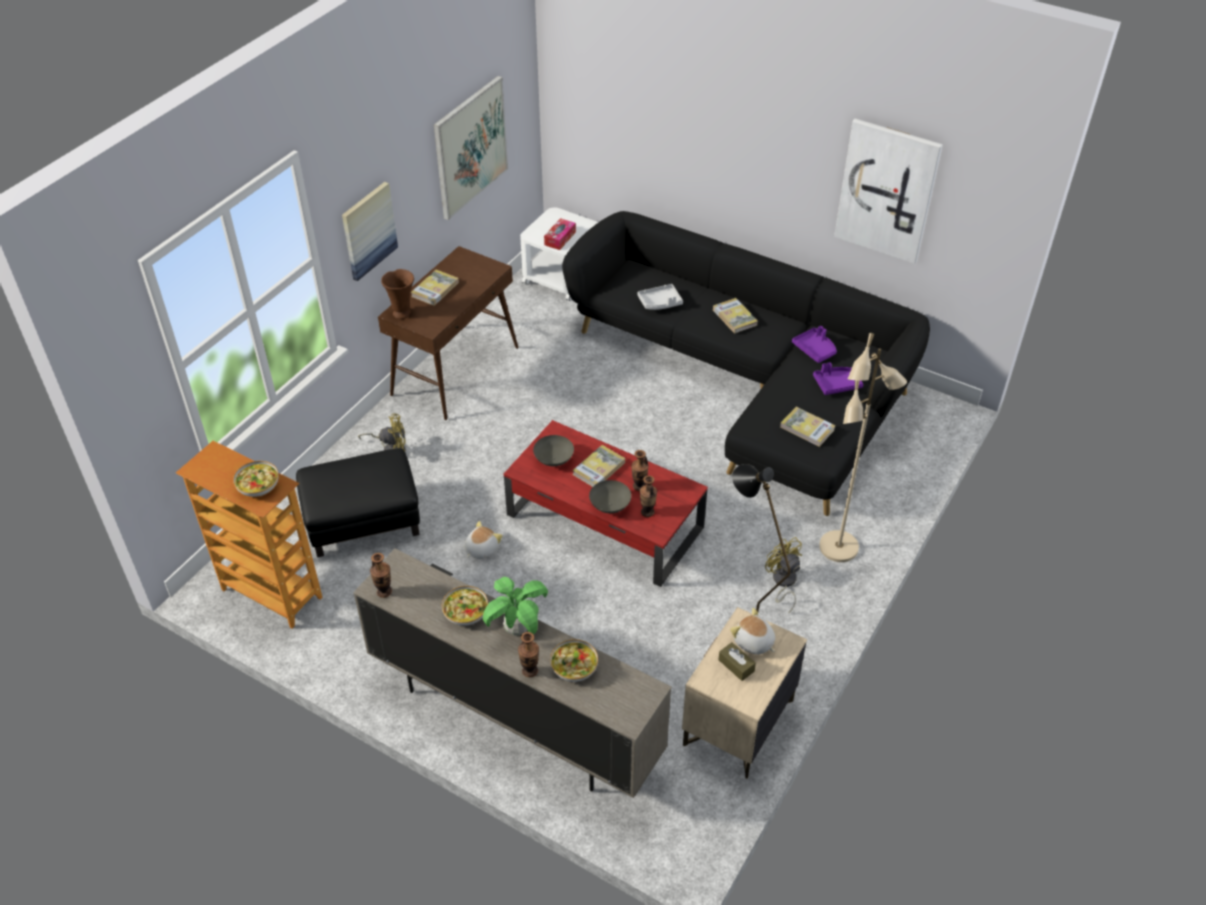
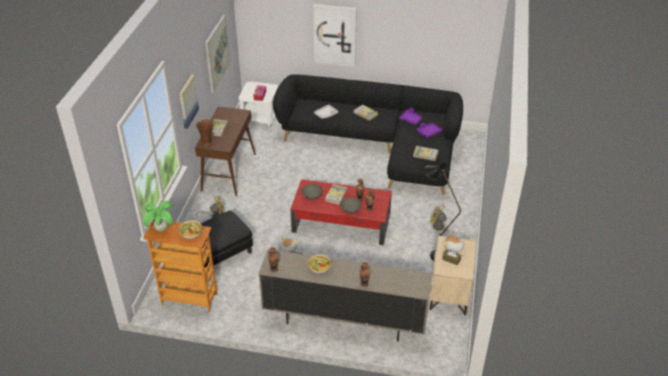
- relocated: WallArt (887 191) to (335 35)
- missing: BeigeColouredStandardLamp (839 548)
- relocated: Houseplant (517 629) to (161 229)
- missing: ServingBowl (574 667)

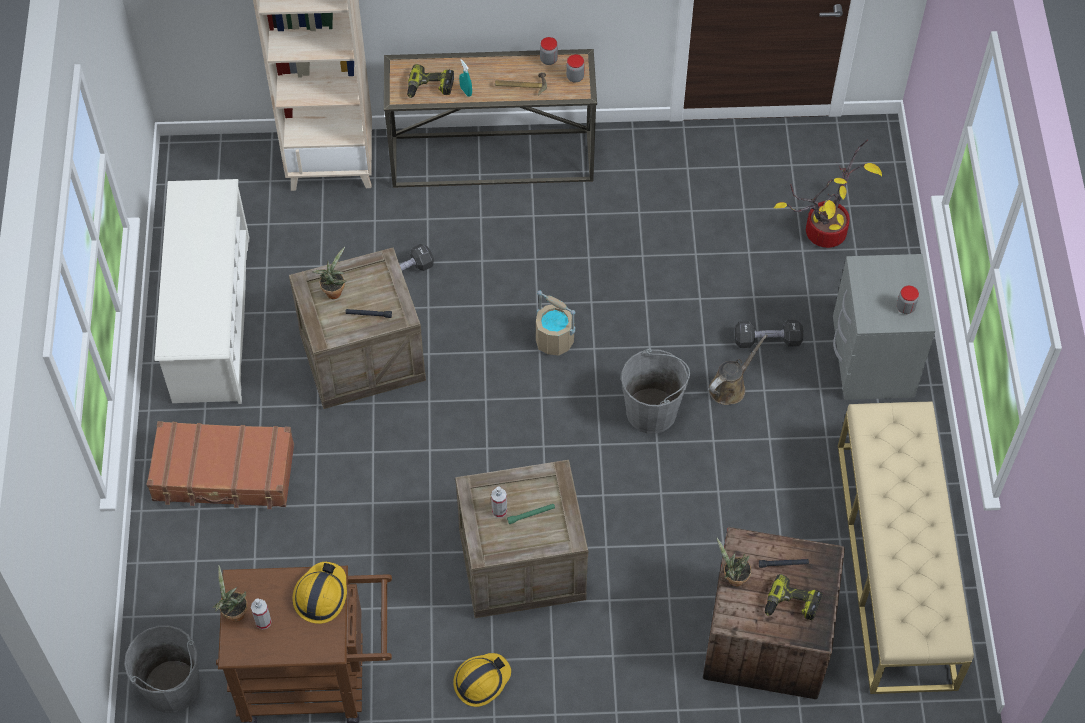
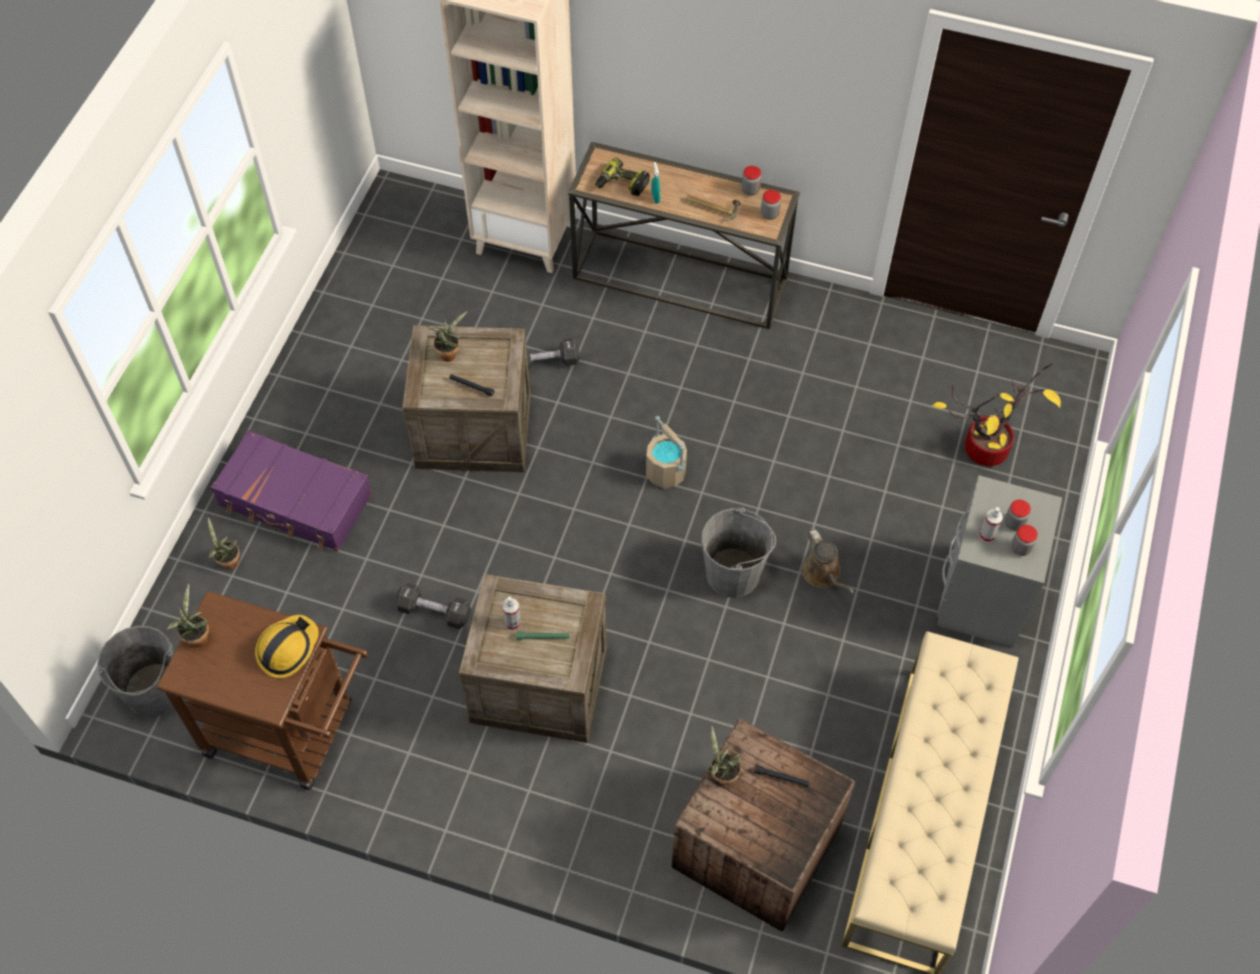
- missing: WhiteColouredShoeRack (211 319)
- relocated: BlackFreeWeight (767 340) to (434 612)
- spun: BrownWateringCan (730 387) = (823 574) 90 degrees clockwise
- colour: BrownPieceOfLuggage (224 474) to PurpleColouredPieceOfLuggage (295 501)
- missing: Drill (791 605)
- relocated: Sprayer (263 622) to (987 535)
- missing: SafetyHelmet (481 681)
- appeared: PreserveJar (1014 523)
- appeared: Houseplant (228 561)

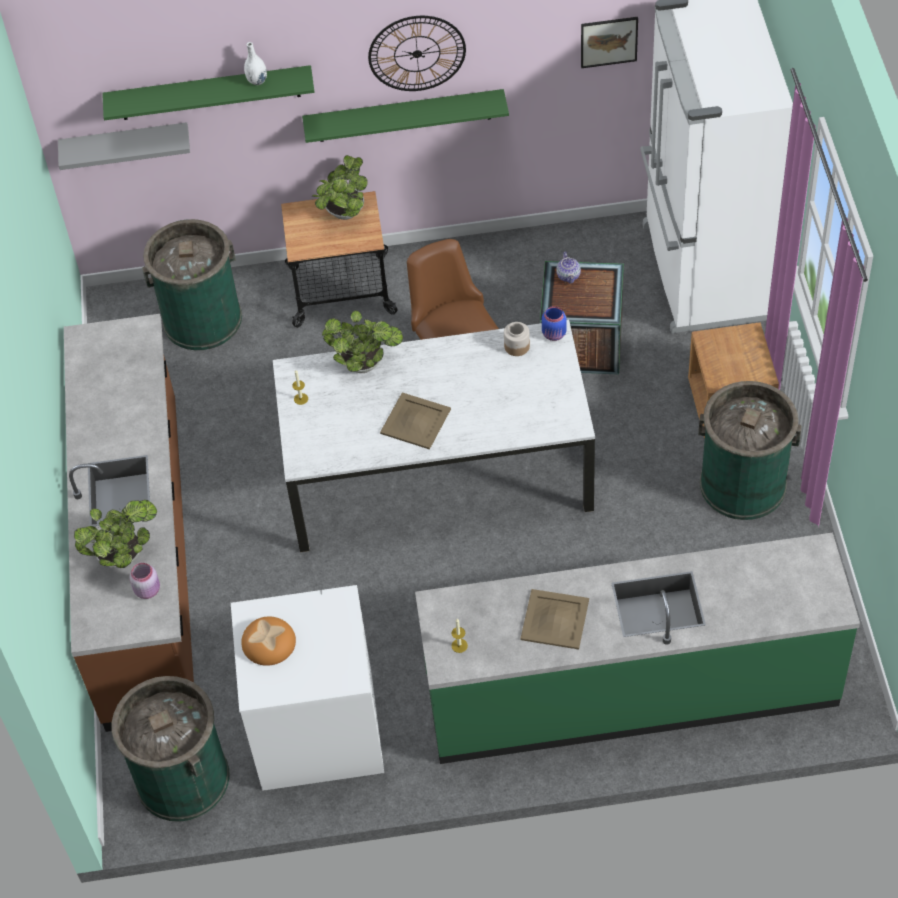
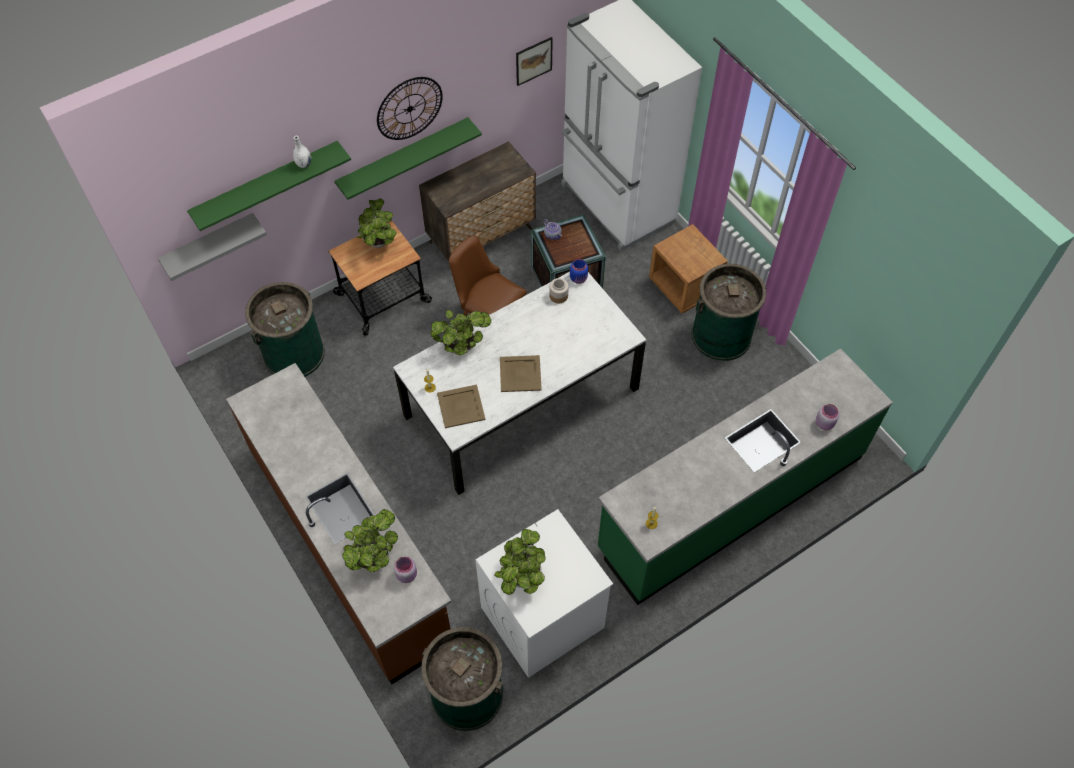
- relocated: BeigeColouredTray (554 620) to (460 407)
- exchanged: BakeryBread (269 643) to Houseplant (521 577)
- appeared: Dresser (482 236)
- appeared: PinkColouredPreserveJar (825 423)

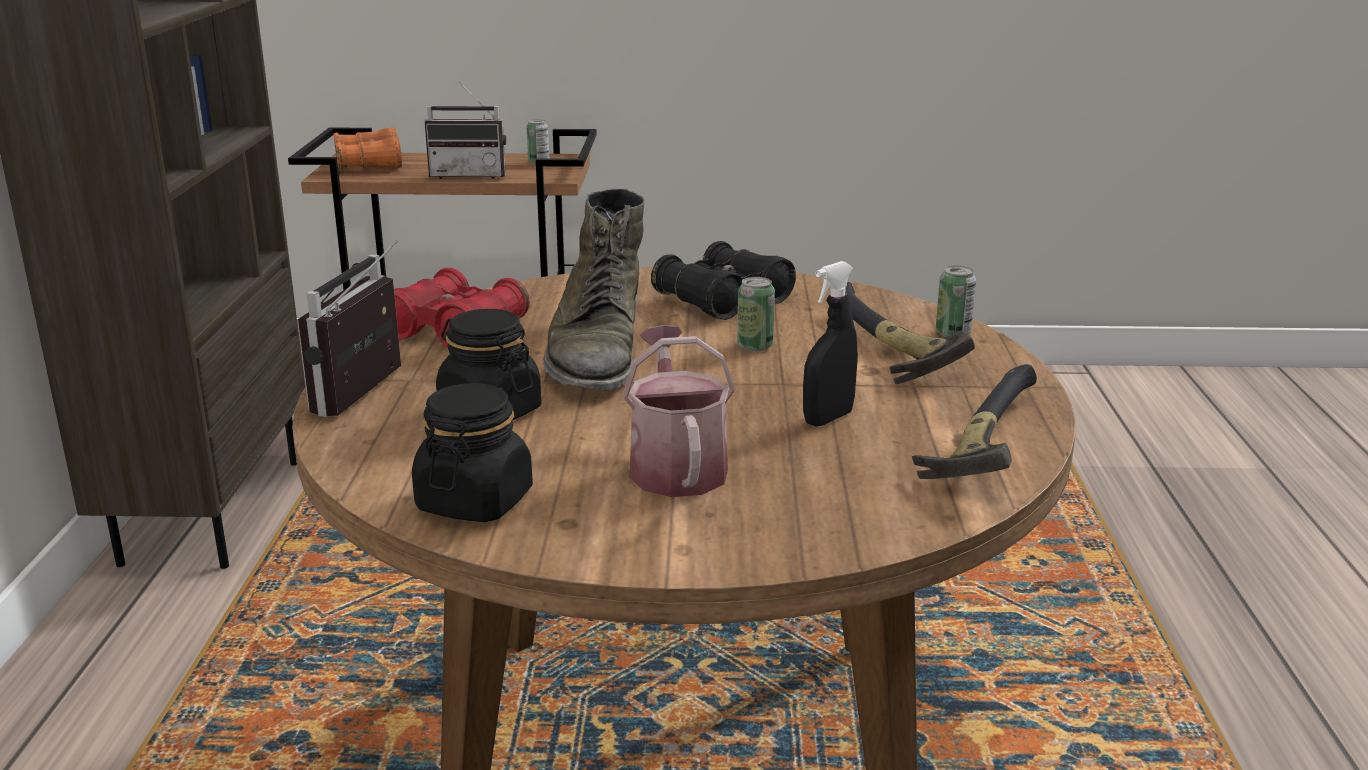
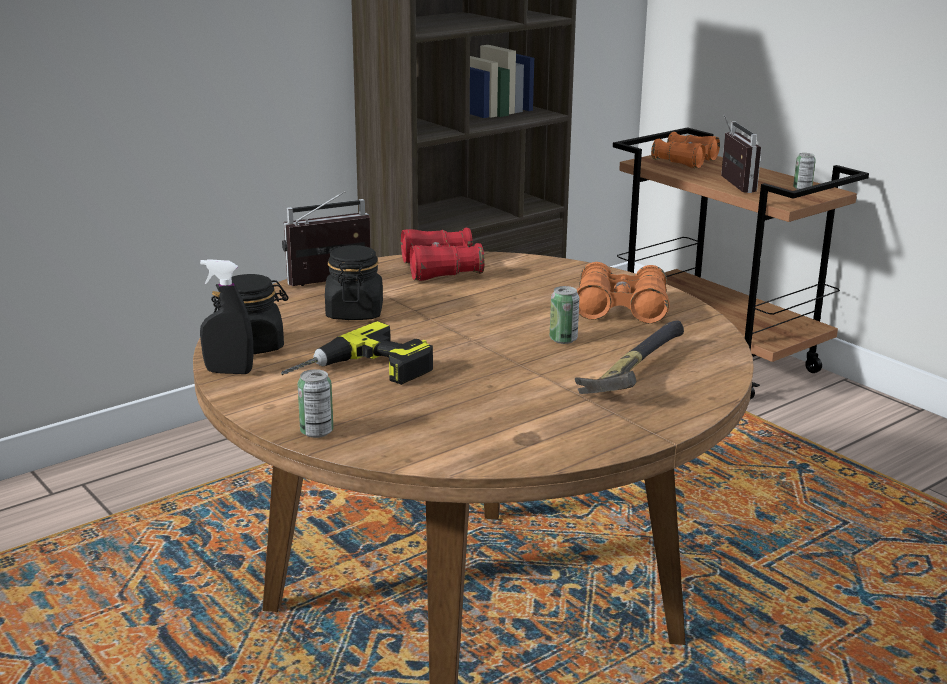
- spun: RadioSet (470 175) = (730 185) 150 degrees counterclockwise
- missing: GreenishBoot (596 353)
- colour: BlackBinoculars (723 300) to OrangeColouredBinoculars (621 308)
- relocated: BlackSprayer (828 418) to (229 372)
- relocated: Can (953 333) to (316 432)
- exchanged: WateringCan (676 465) to Drill (361 373)
- missing: ToolHammer (980 445)

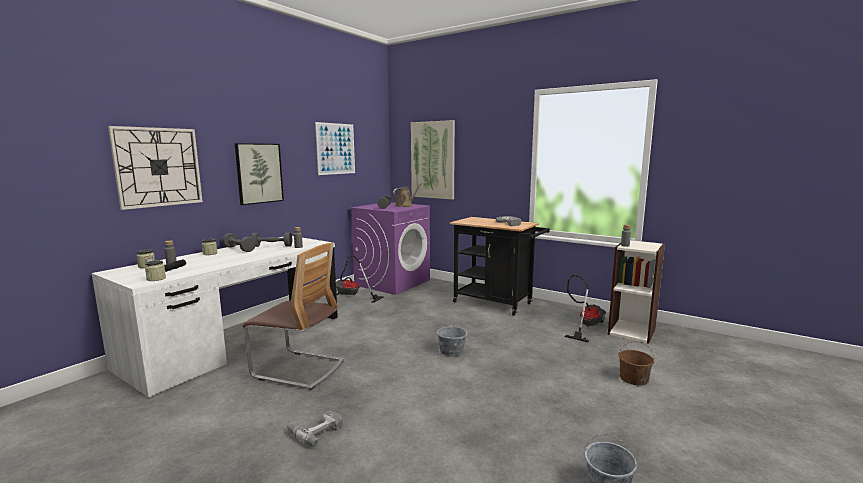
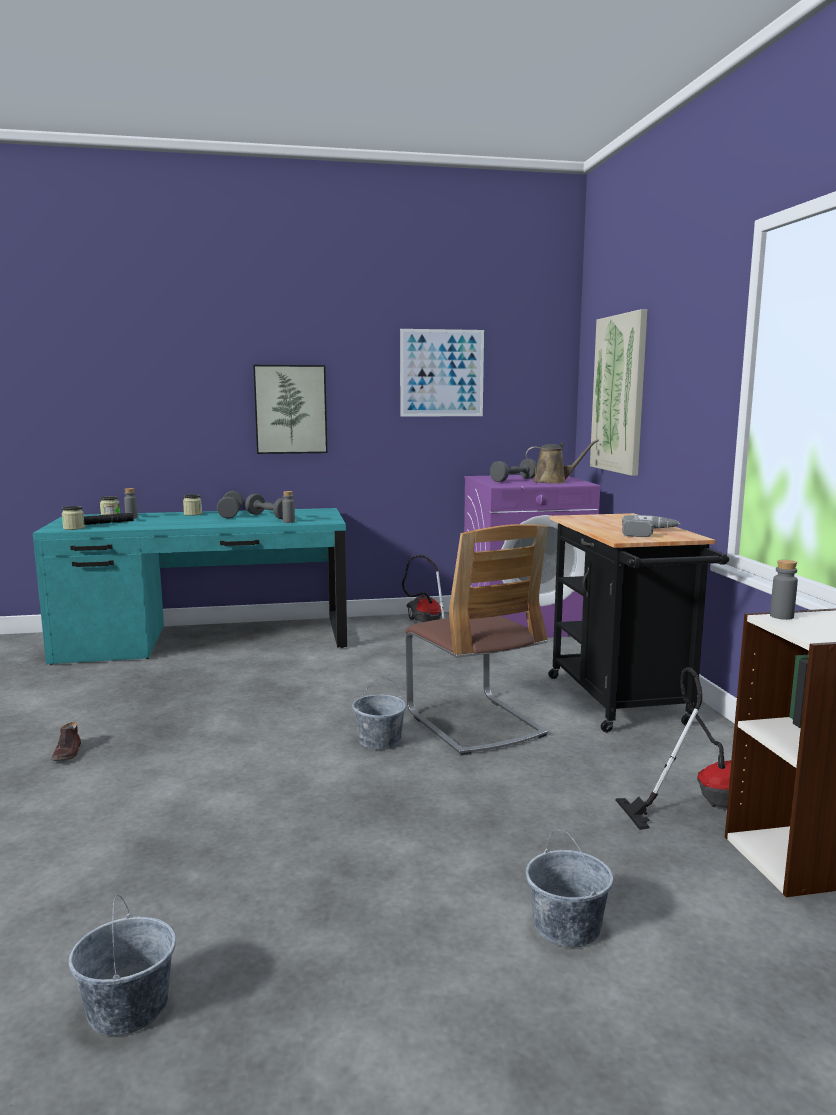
- missing: ClockOnTheWall (158 167)
- colour: WhiteColouredDeskTable (238 341) to BlueGreenDeskTable (206 639)
- relocated: PlainChair (298 369) to (474 723)
- colour: BrownPail (634 379) to GreyPail (567 927)
- exchanged: Drill (314 431) to BrownLowShoe (67 753)

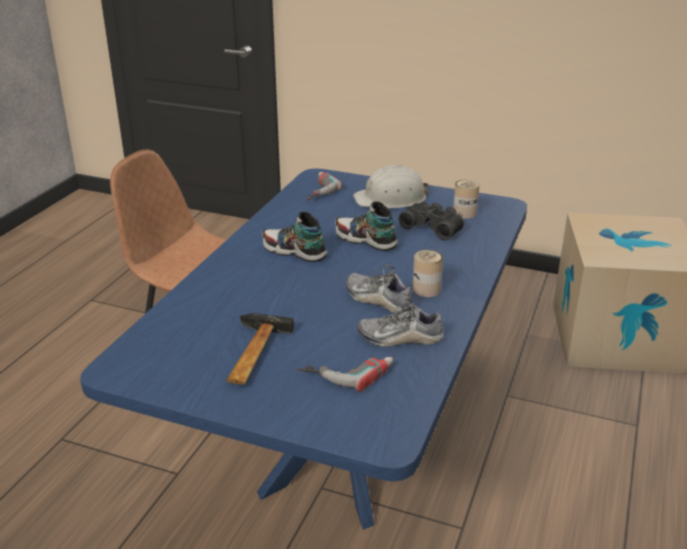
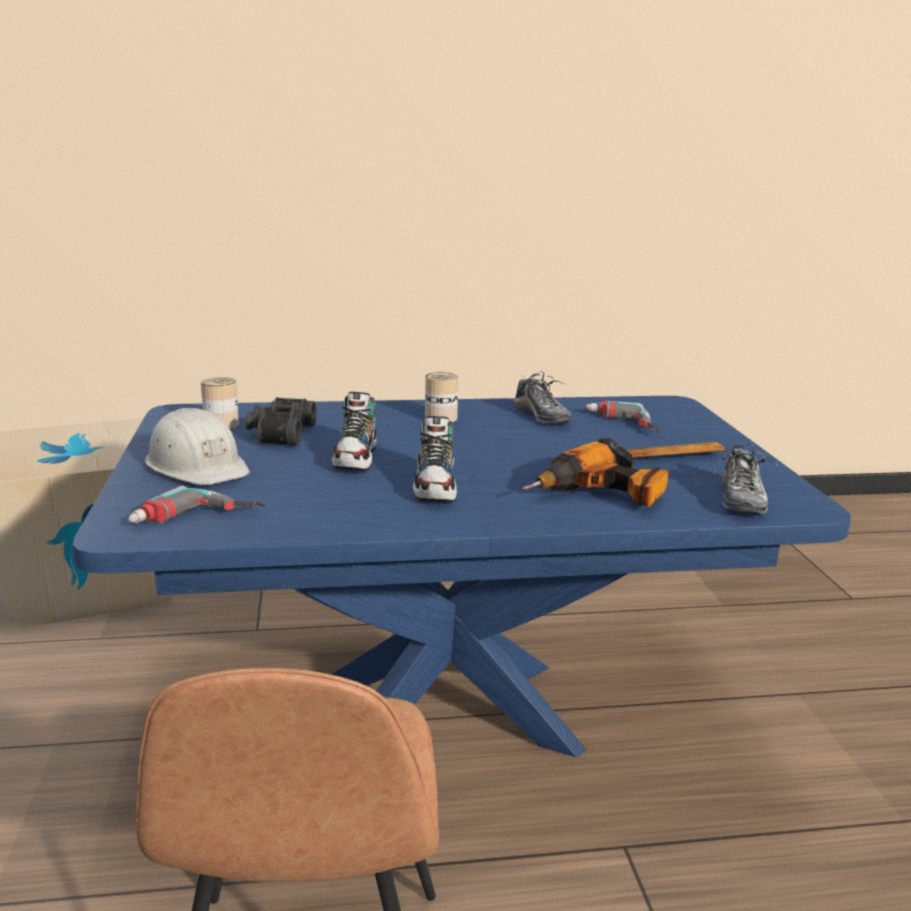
- relocated: LowShoe (378 300) to (741 499)
- appeared: Drill (599 496)

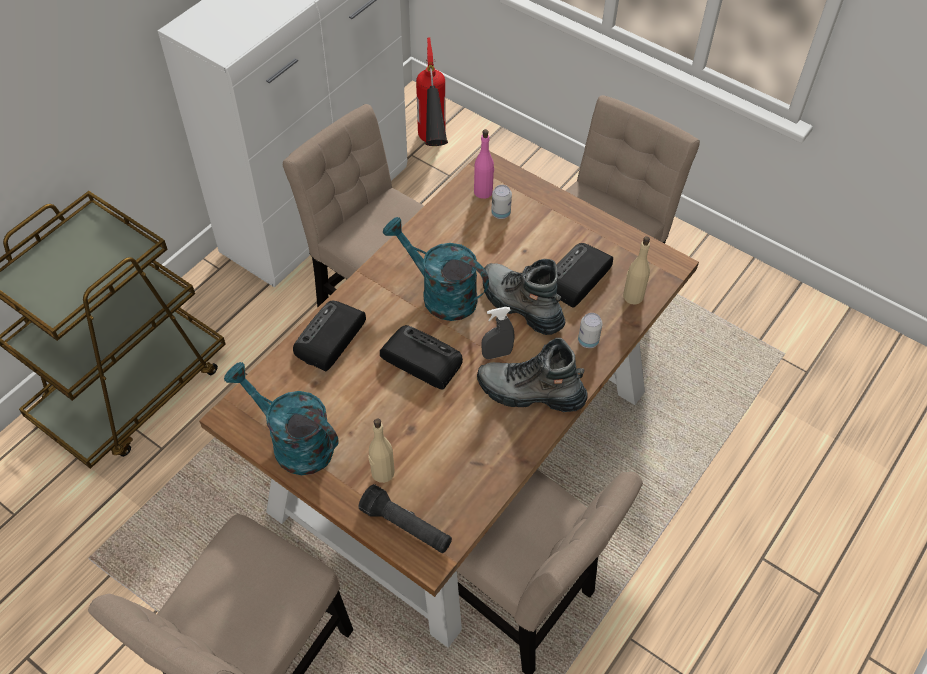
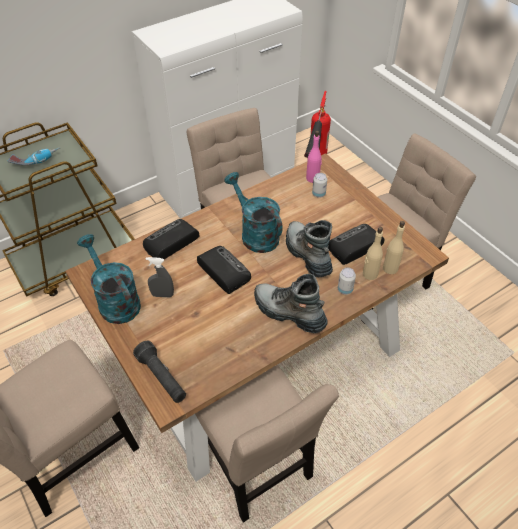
- relocated: GreySprayer (497 354) to (162 295)
- relocated: BeigeColouredBeverageBottle (382 473) to (369 274)
- appeared: Drill (36 160)

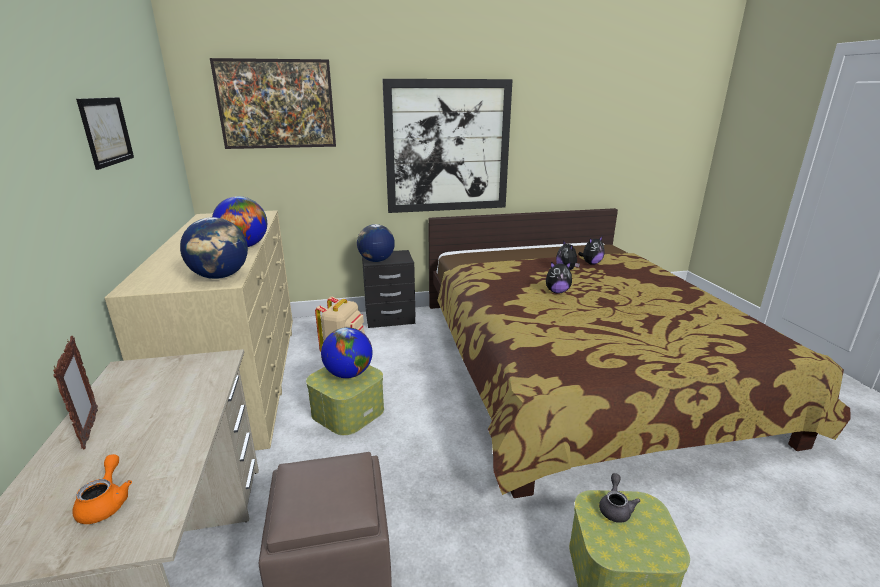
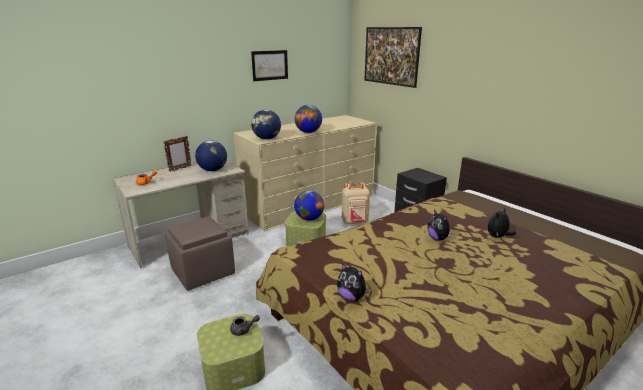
- missing: WallArt (447 147)
- relocated: Globe (376 261) to (212 170)
- relocated: PlushToy (591 263) to (352 297)

